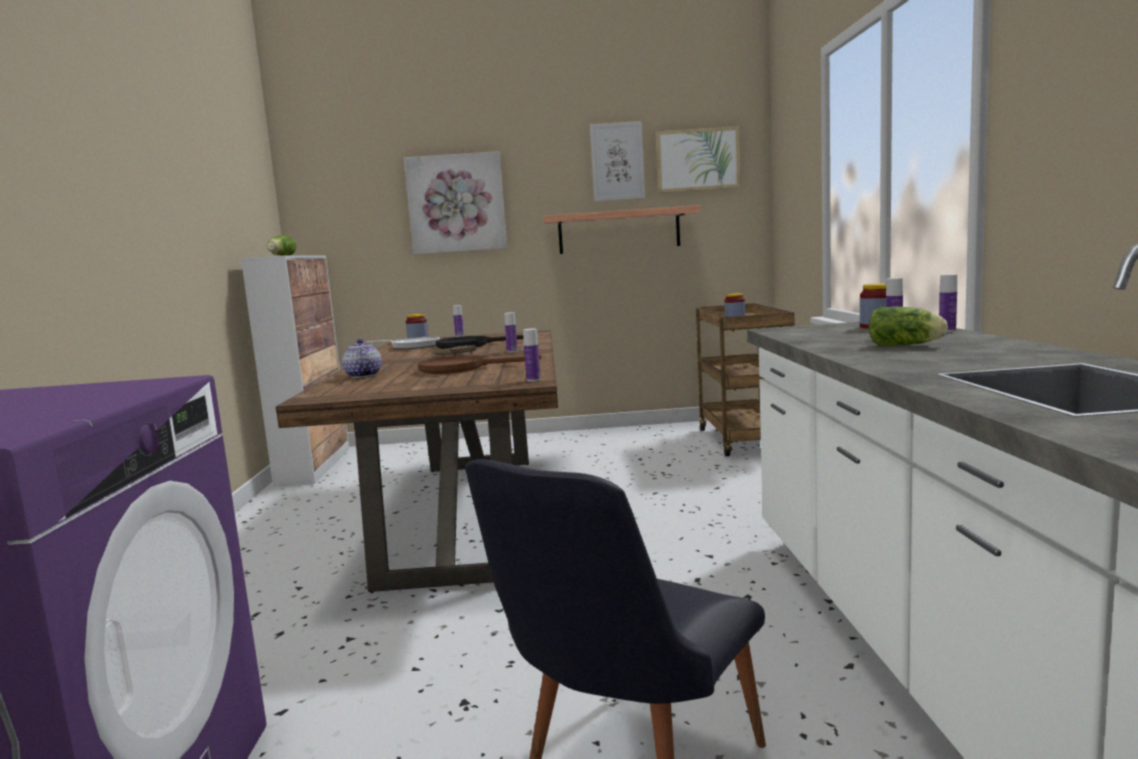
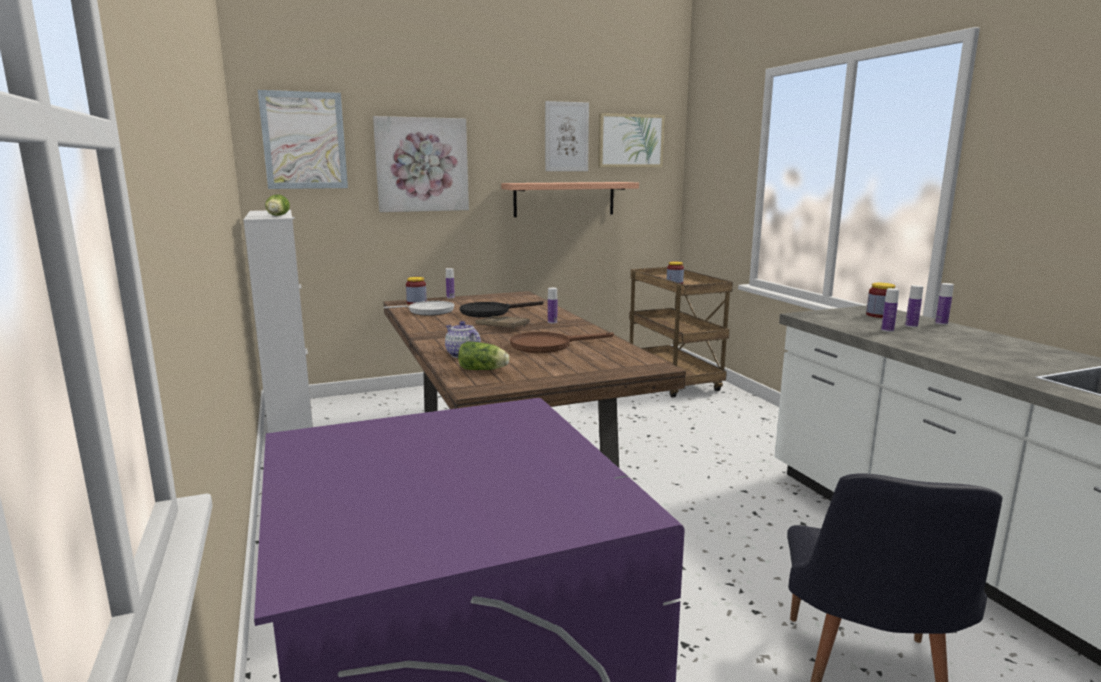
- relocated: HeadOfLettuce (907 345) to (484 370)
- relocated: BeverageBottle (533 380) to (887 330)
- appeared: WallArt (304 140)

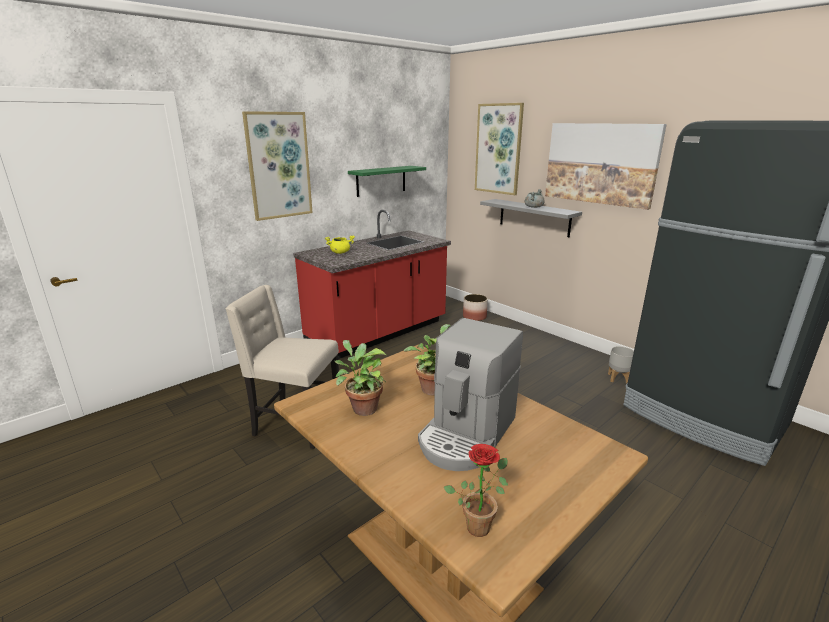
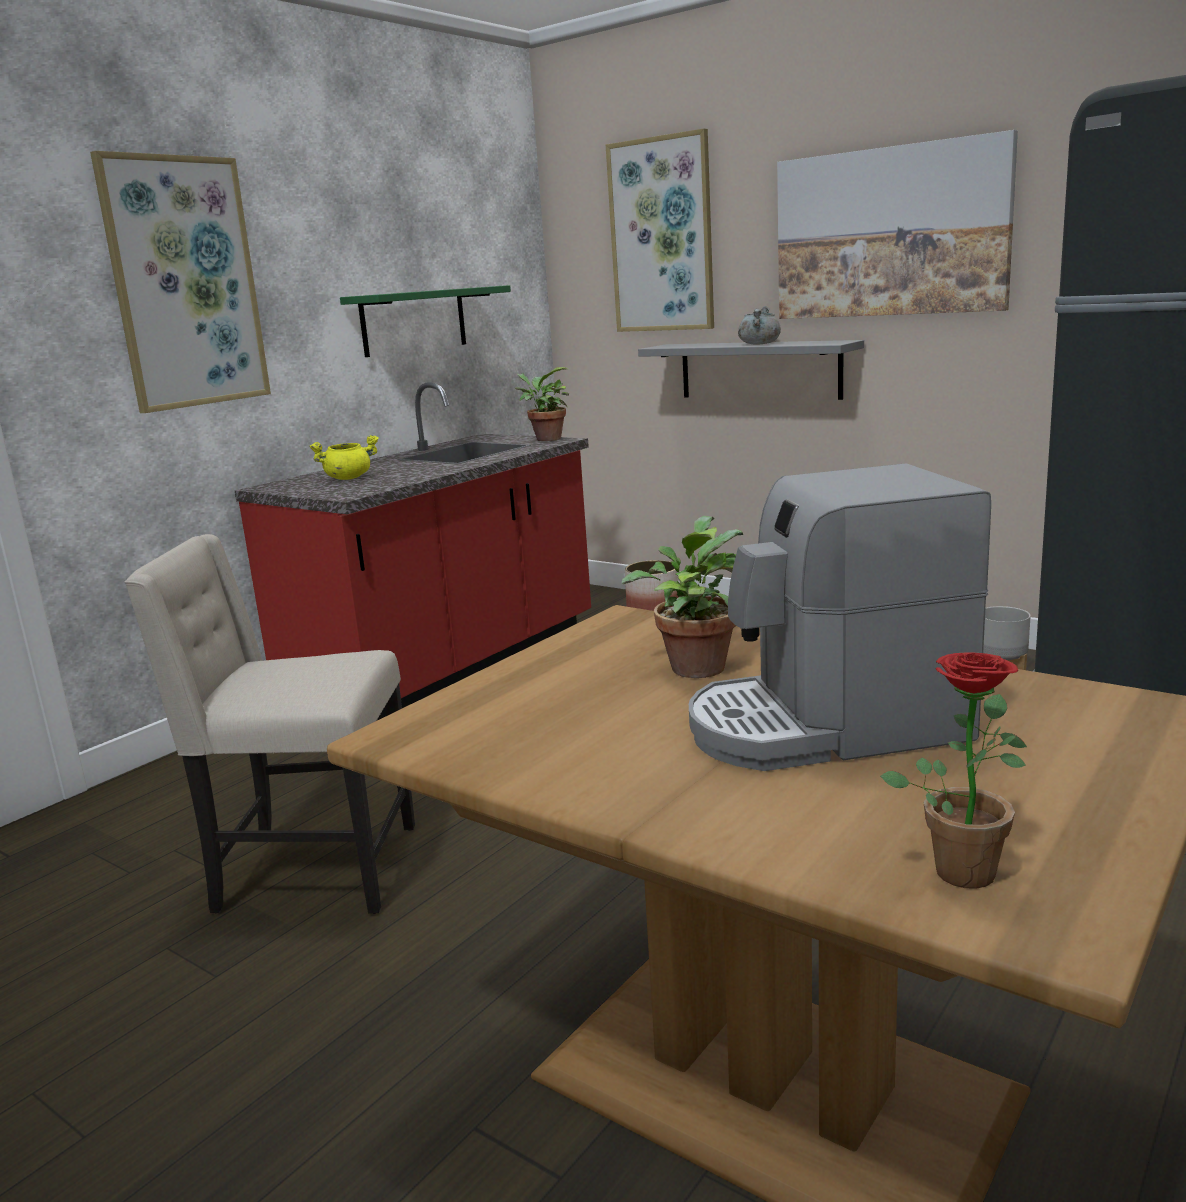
- spun: CoffeeBrewer (466 434) = (826 727) 60 degrees clockwise
- relocated: Houseplant (362 408) to (545 439)

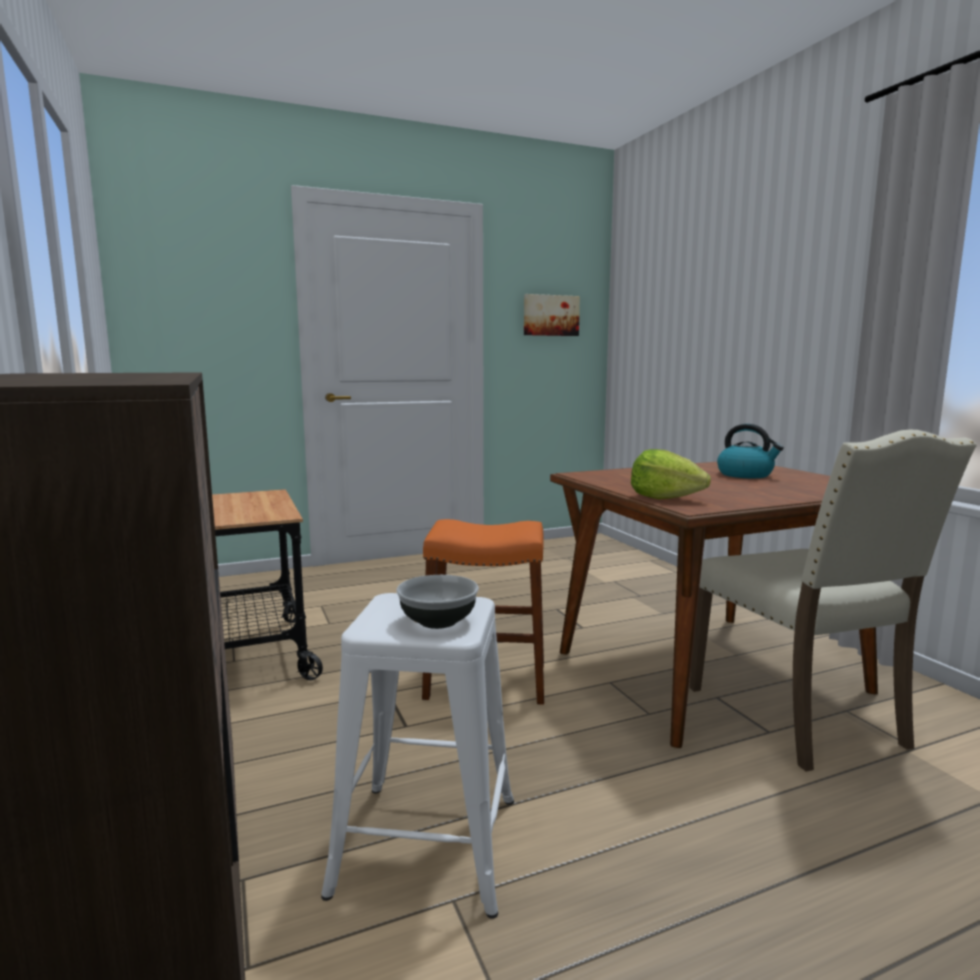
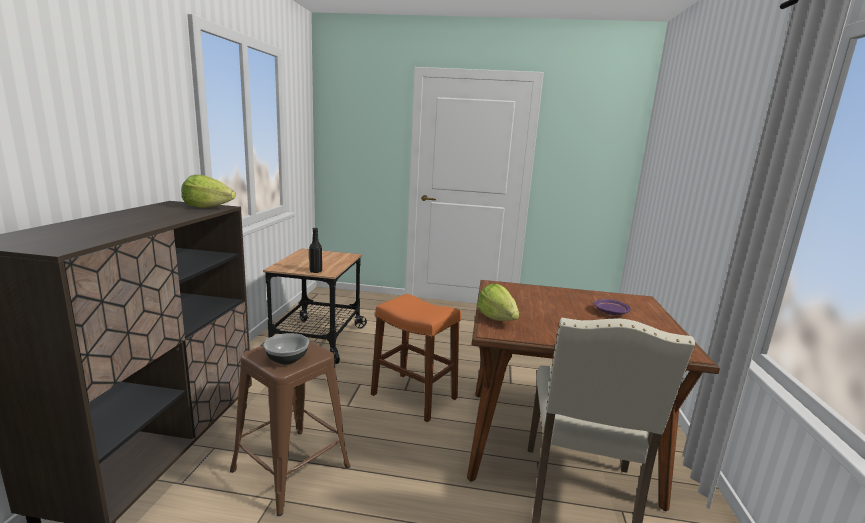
- missing: WallArt (550 315)
- exchanged: TeaKettle (746 475) to PurpleColouredFlatDish (610 312)
- colour: WhiteColouredSittingStool (427 843) to BrownSittingStool (291 468)
- appeared: HeadOfLettuce (207 207)
- appeared: BlackBeverageBottle (315 271)

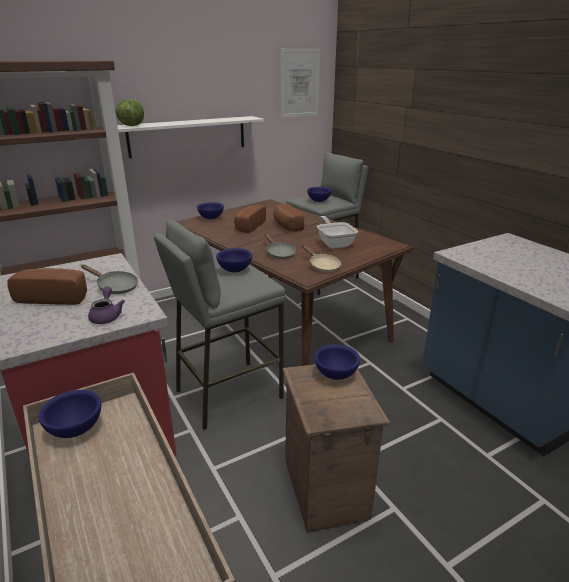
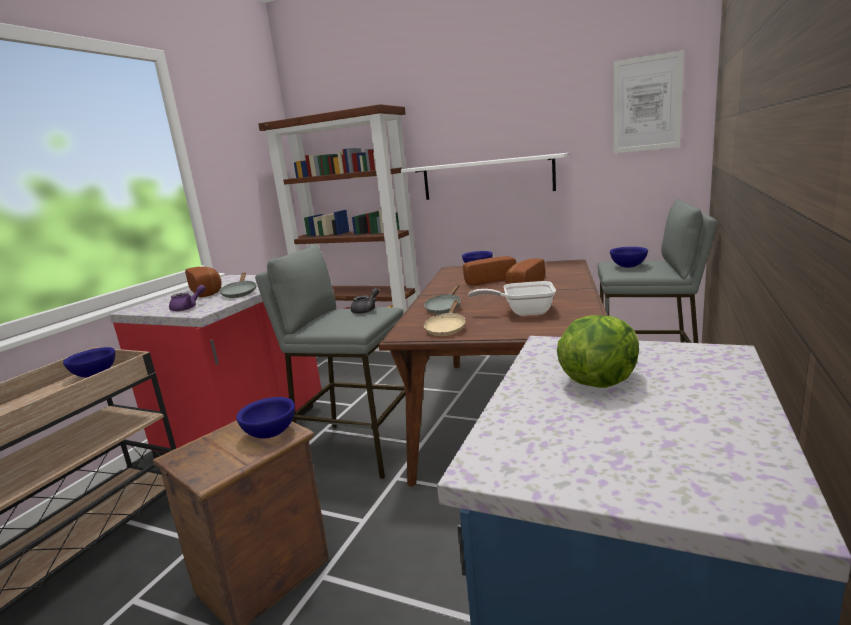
- relocated: HeadOfLettuce (131 125) to (598 381)
- spun: FryingPan (334 243) = (523 312) 120 degrees counterclockwise
- exchanged: BluishServingBowl (234 270) to GreyTeapot (366 310)

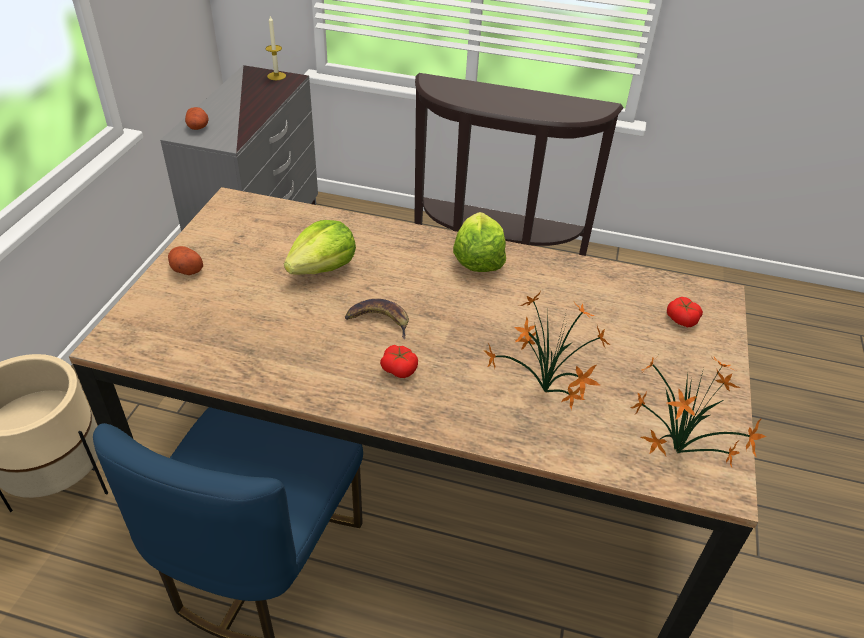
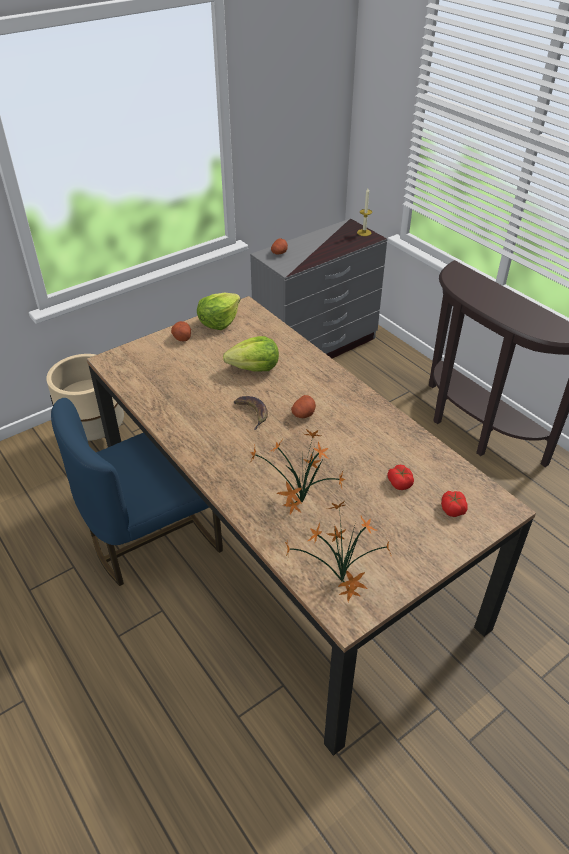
- relocated: HeadOfLettuce (477 258) to (219 321)
- relocated: Tomato (399 368) to (400 482)
- appeared: Spud (303 414)

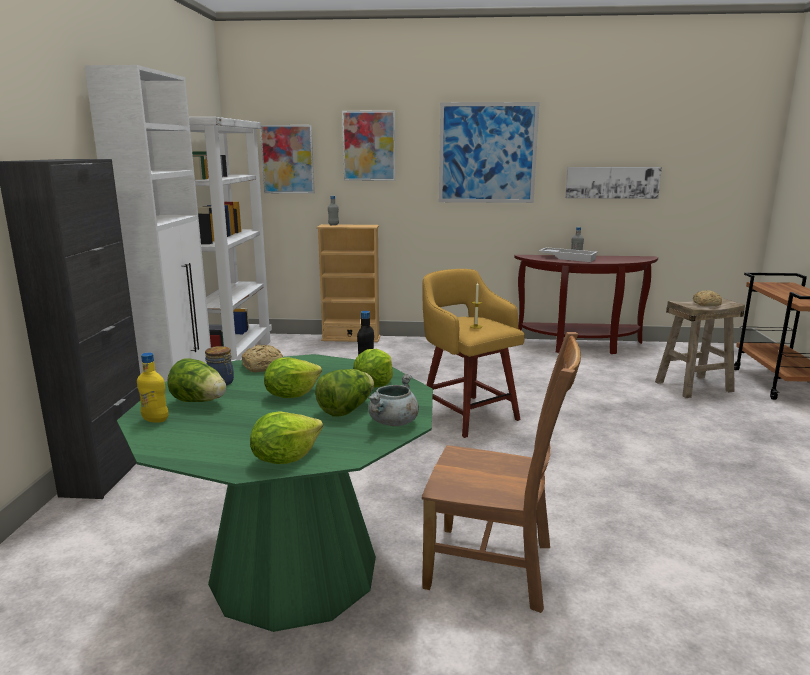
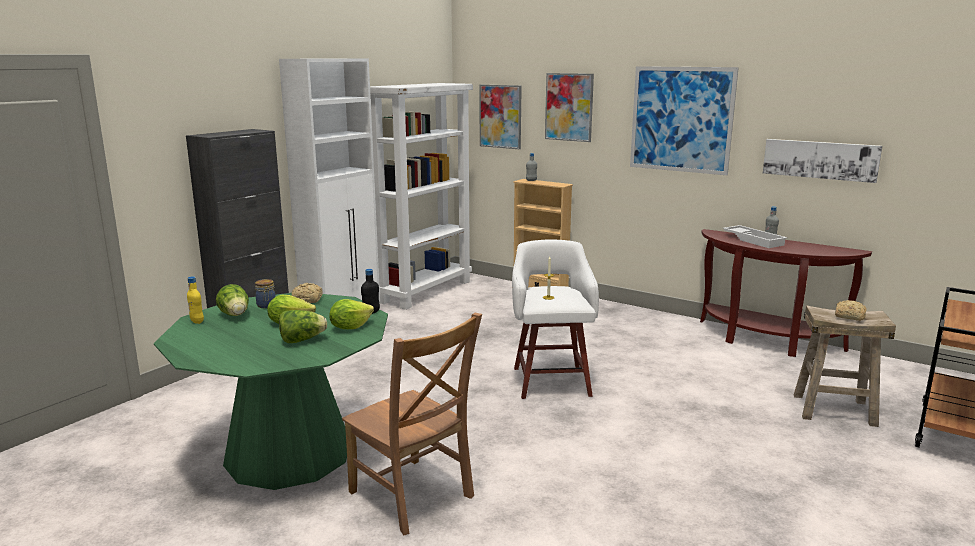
- colour: YellowColouredSittingStool (467 414) to WhiteColouredSittingStool (551 380)
- missing: GreyStockpot (393 422)
- missing: HeadOfLettuce (285 458)

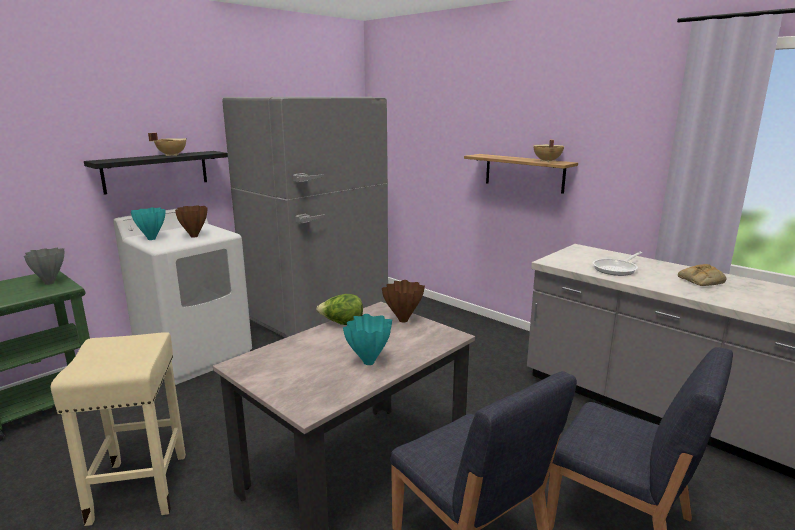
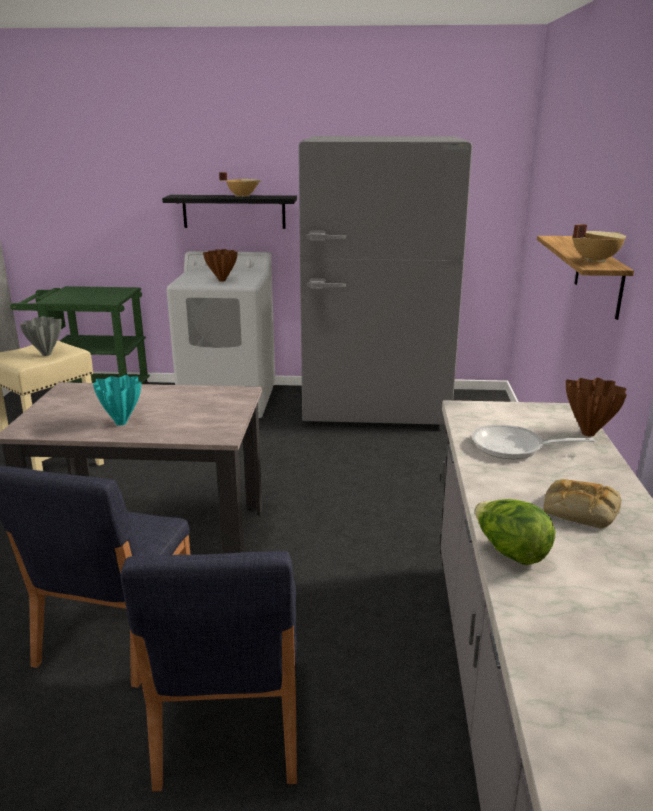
- missing: BlueGreenDecorativeVase (152 239)
- relocated: GreyDecorativeVase (50 283) to (46 354)
- relocated: BrownDecorativeVase (404 320) to (589 434)
- relocated: HeadOfLettuce (342 324) to (510 552)

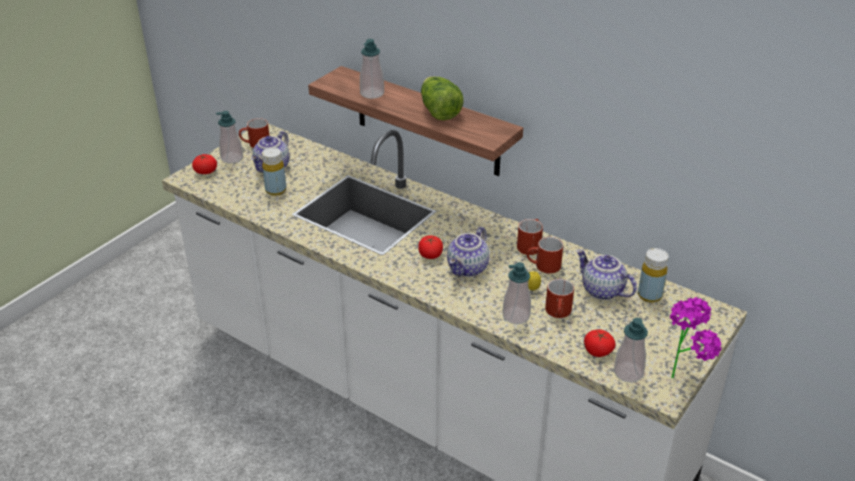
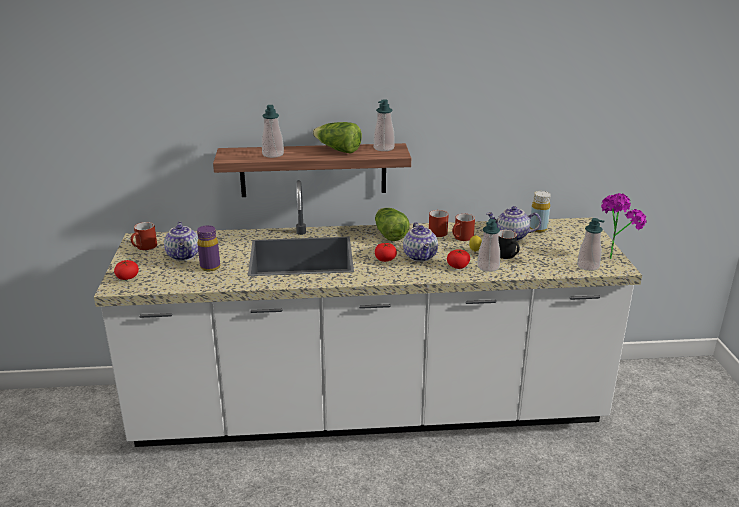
- relocated: SoapBottle (232 158) to (383 148)
- colour: YellowColouredBeverageBottle (275 190) to PurpleColouredBeverageBottle (210 267)
- colour: RedTeaMug (559 313) to BlackTeaMug (508 256)
- relocated: Tomato (598 351) to (458 266)
- appeared: HeadOfLettuce (389 234)

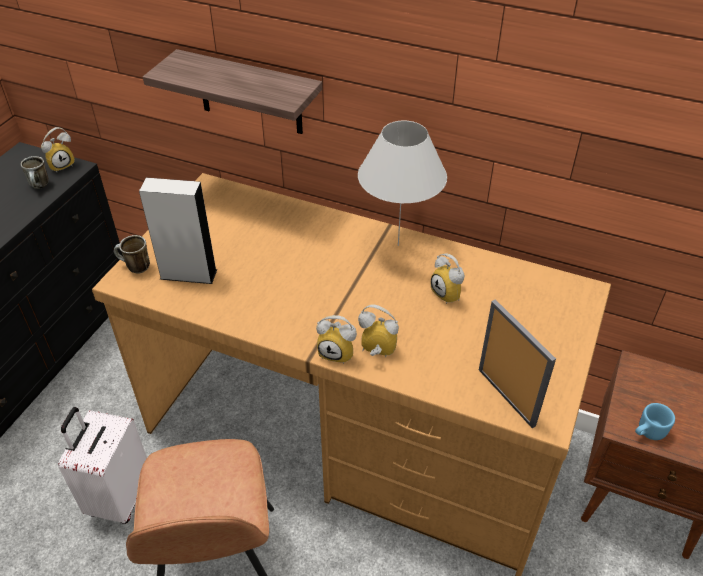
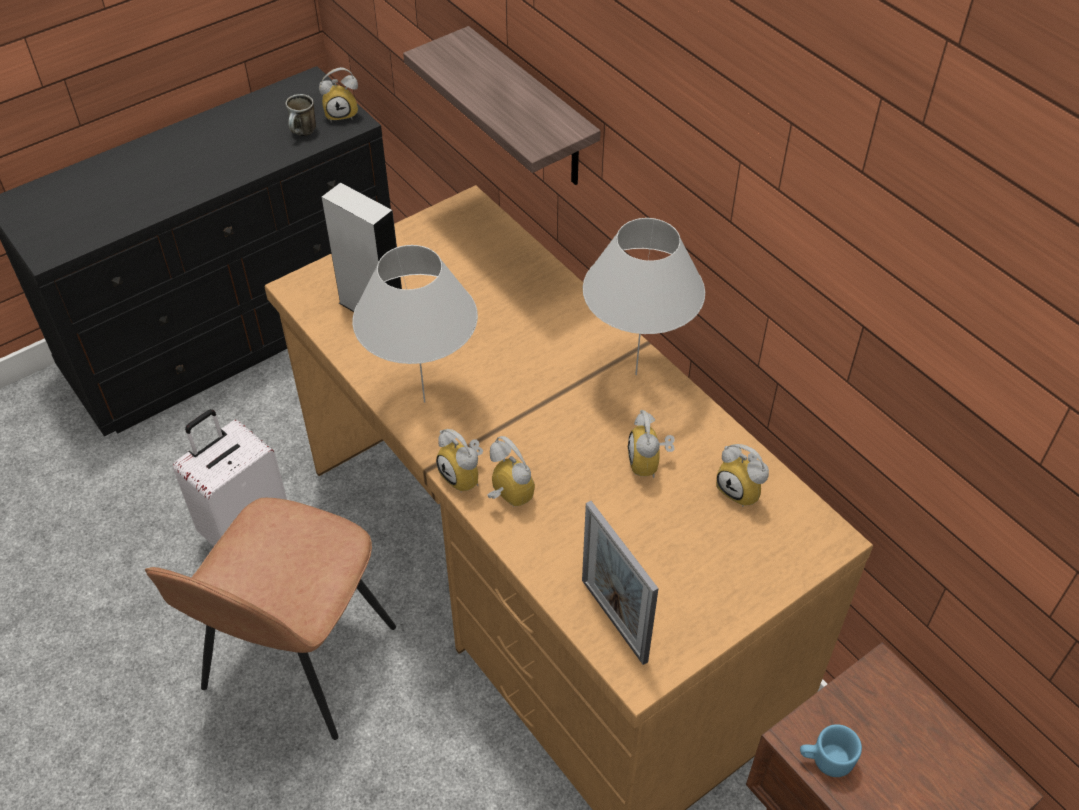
- missing: TeaMug (134 268)
- spun: PictureFrame (506 397) = (614 620) 150 degrees clockwise
- appeared: WhiteColouredLampForATable (424 402)
- appeared: BedsideClock (743 490)

